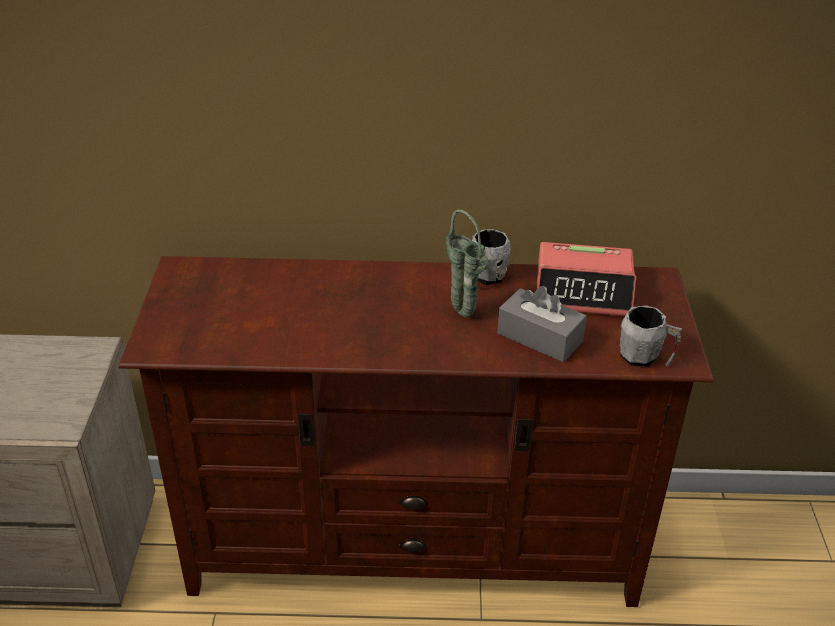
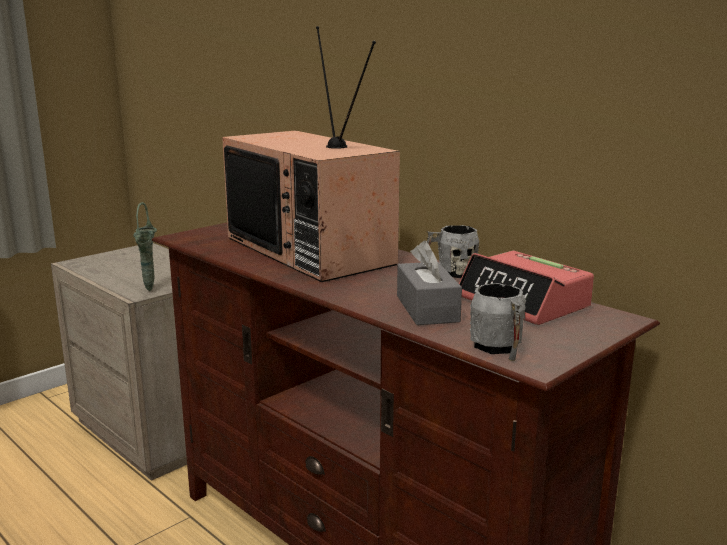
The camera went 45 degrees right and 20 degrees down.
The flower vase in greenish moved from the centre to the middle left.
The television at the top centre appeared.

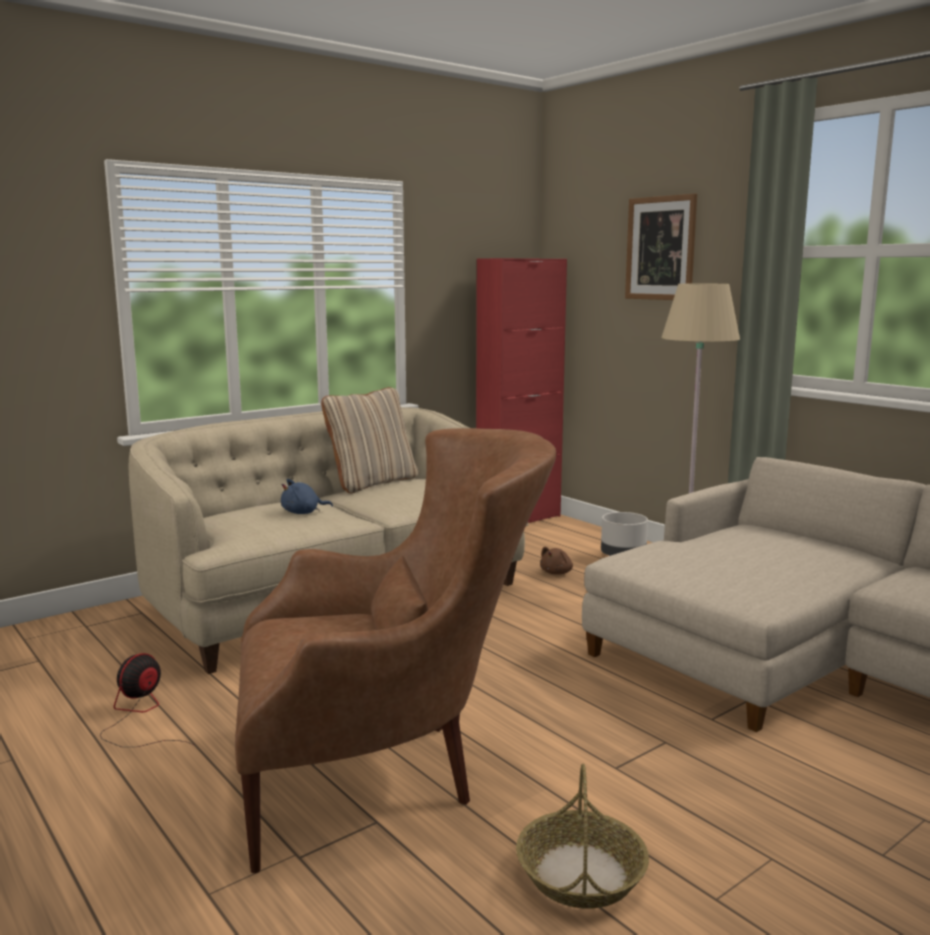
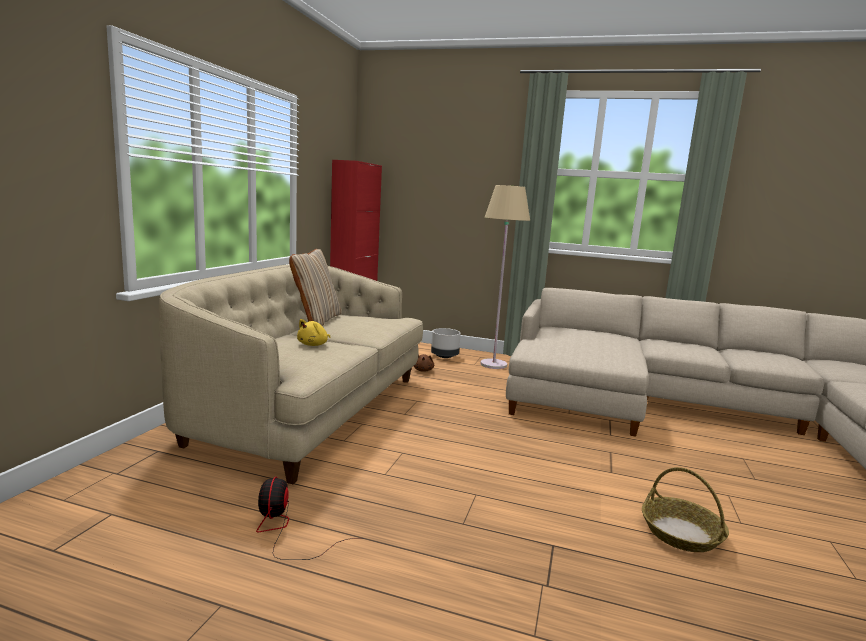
The camera went 35 degrees left and 0 degrees up.
The easy chair in brownish at the bottom centre disappeared.
The plush toy in blue at the middle left became the plush toy in yellow-coloured at the centre.
The picture at the top right disappeared.

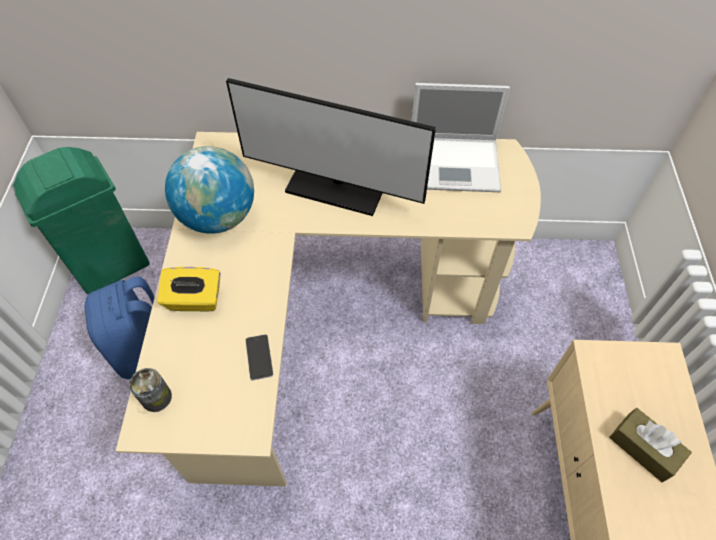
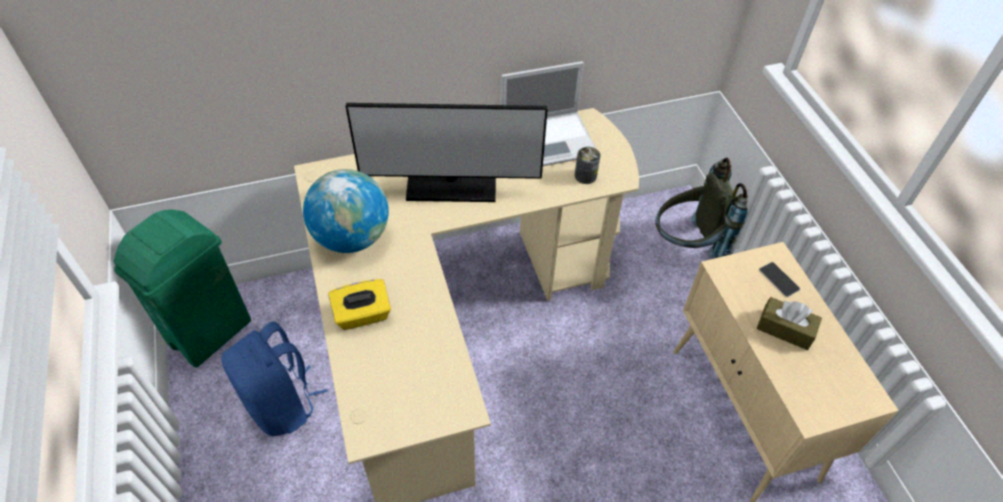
The camera went 20 degrees left and 5 degrees down.
The can moved from the bottom left to the top centre.
The telephone moved from the centre to the middle right.
The knapsack in gray at the middle right appeared.

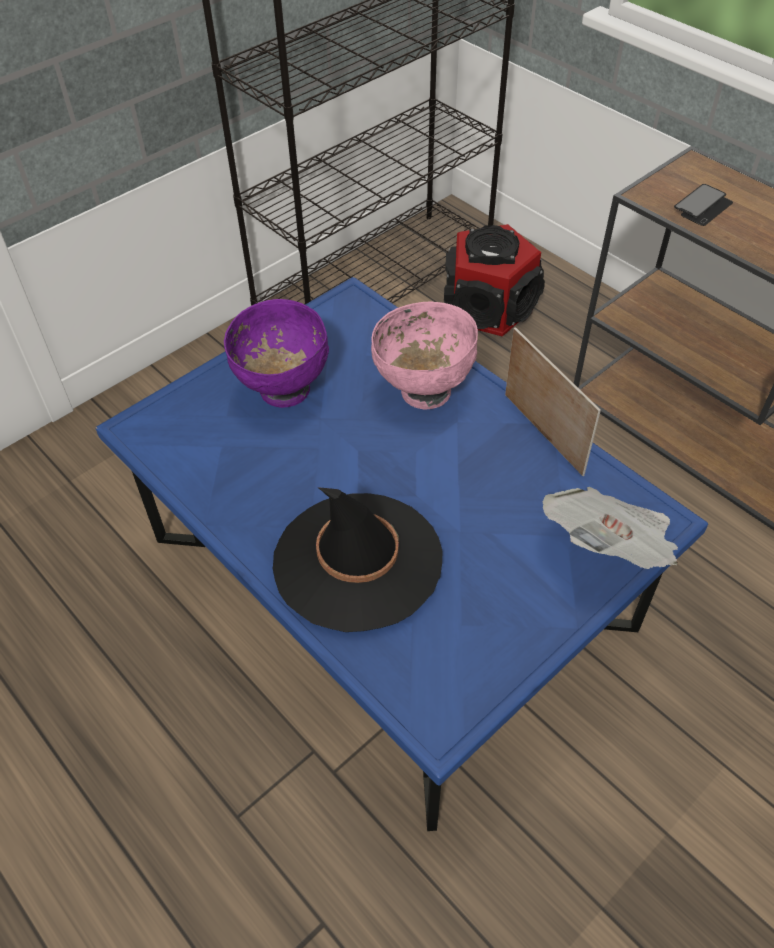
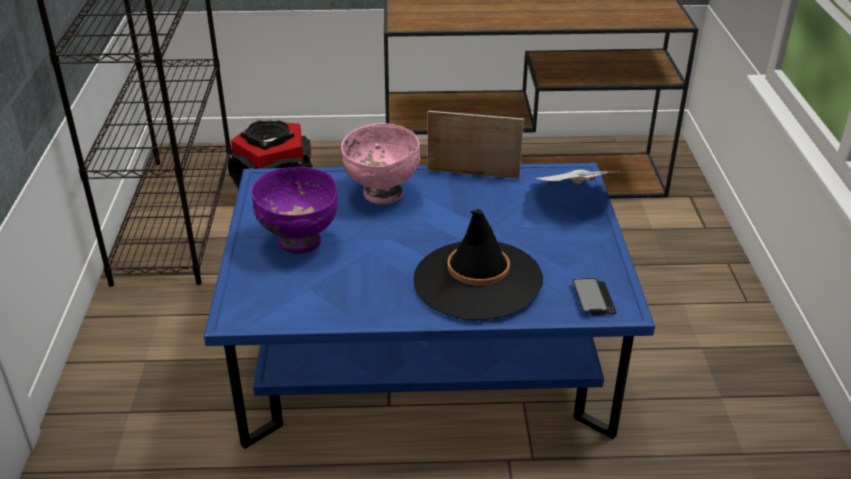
The camera went 50 degrees left and 15 degrees down.
The telephone moved from the top right to the middle right.

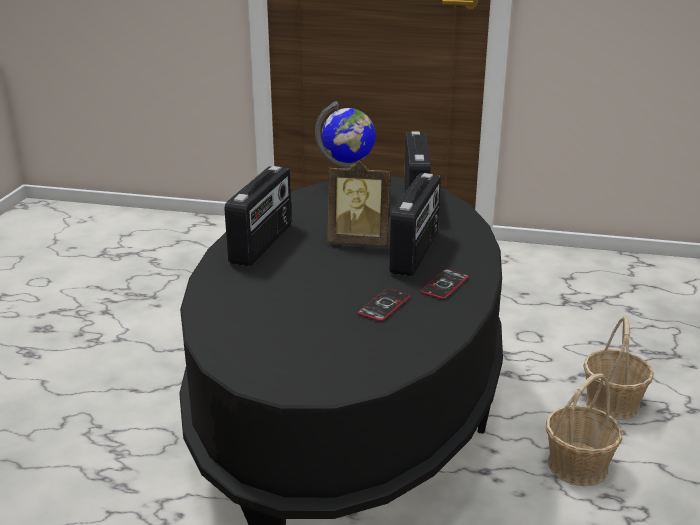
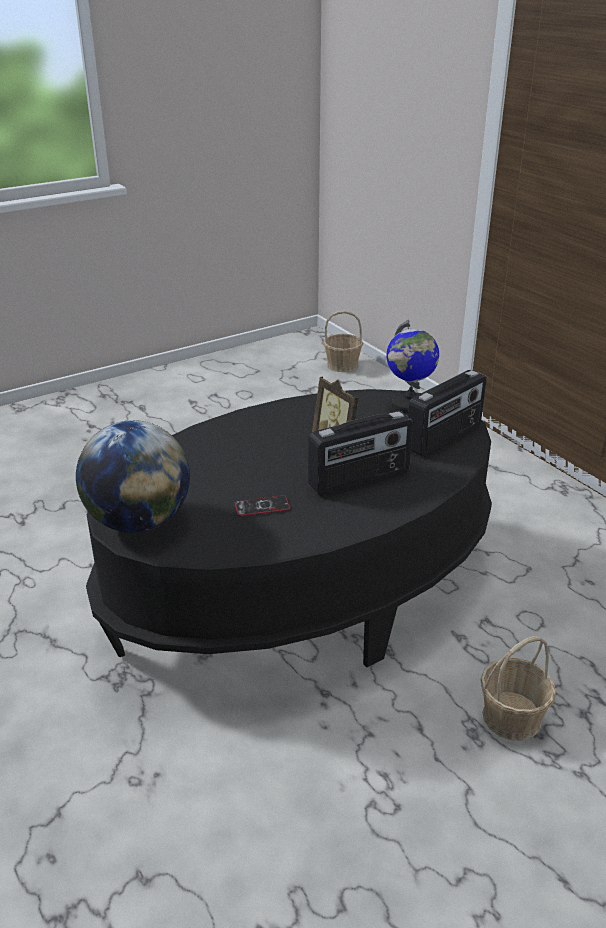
The camera went 45 degrees right and 5 degrees up.
The radio receiver (no. 1 from left) at the centre disappeared.
The telephone (no. 2 from left) at the centre disappeared.
The household basket (no. 1 from left) moved from the bottom right to the centre.
The world globe (no. 1 from left) at the middle left appeared.

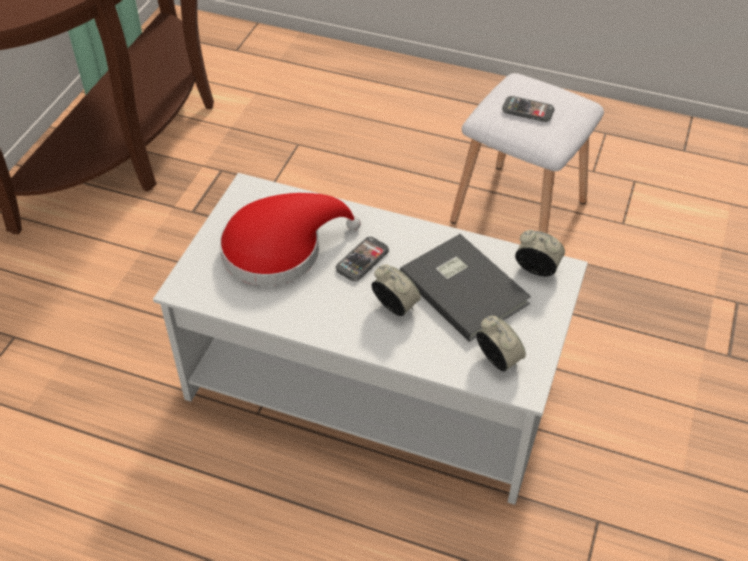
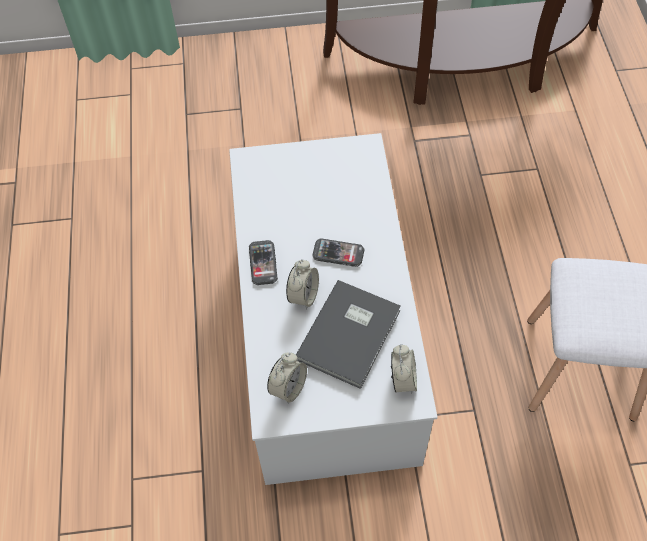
The camera went 65 degrees right and 10 degrees up.
The clothing hat in red at the centre disappeared.
The telephone (no. 2 from left in the first image) moved from the top right to the centre.

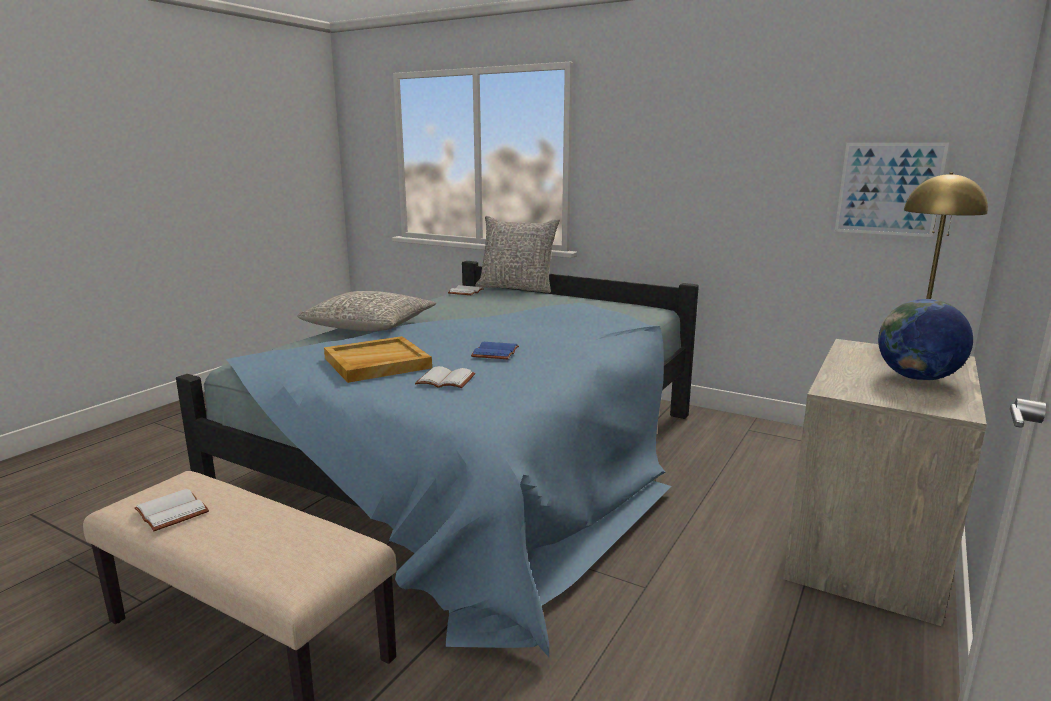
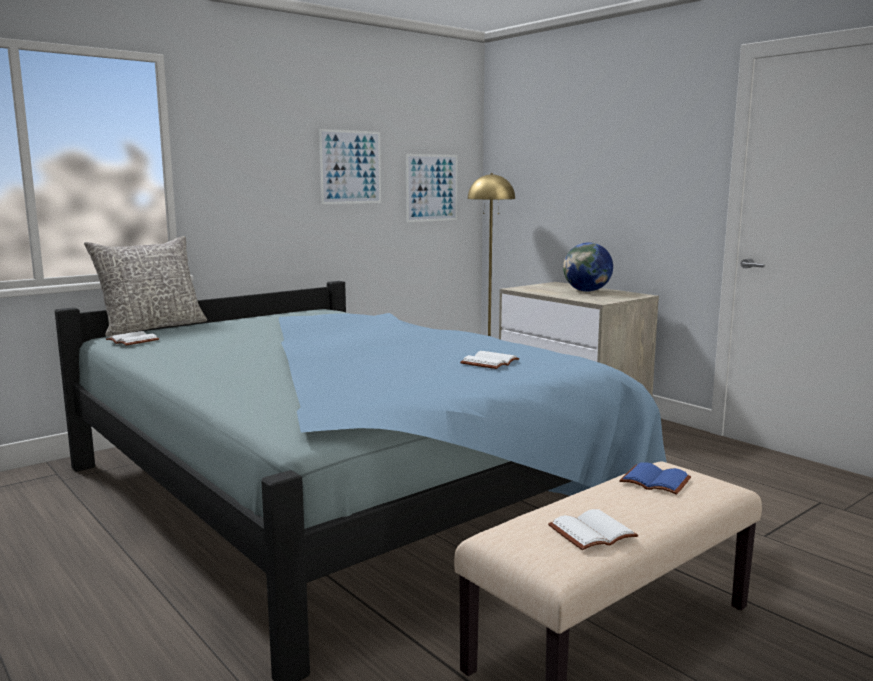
The camera went 70 degrees left and 5 degrees down.
The throw pillow in gray (no. 1 from left) at the centre disappeared.
The tray in beige-coloured at the centre disappeared.
The book in blue moved from the centre to the bottom right.
The picture (no. 1 from left) at the top centre appeared.

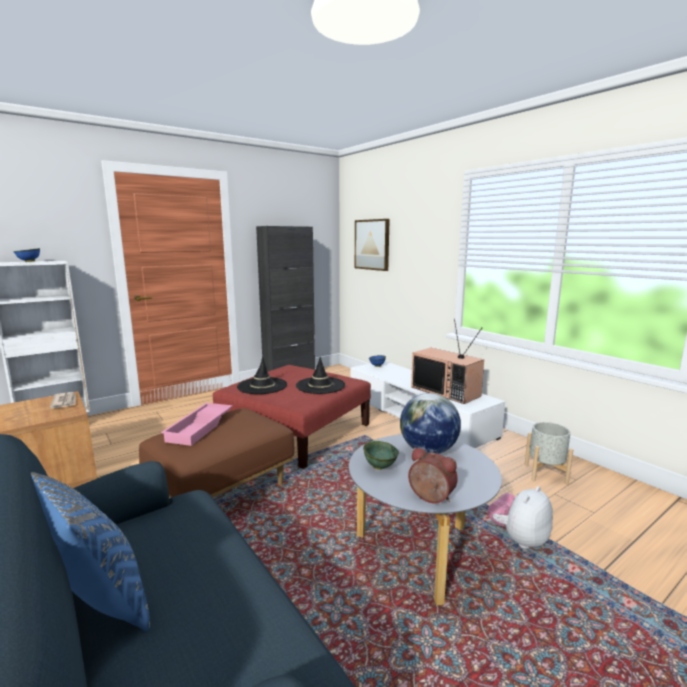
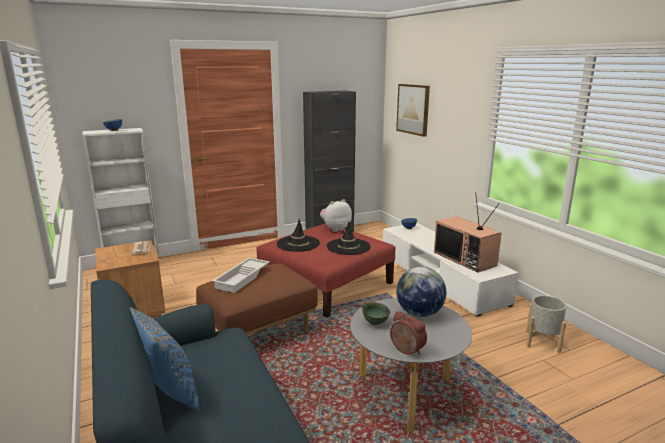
The camera went 10 degrees right and 5 degrees up.
The tray in pink-coloured at the middle left became the tray in whitish at the centre.
The plush toy moved from the bottom right to the centre.

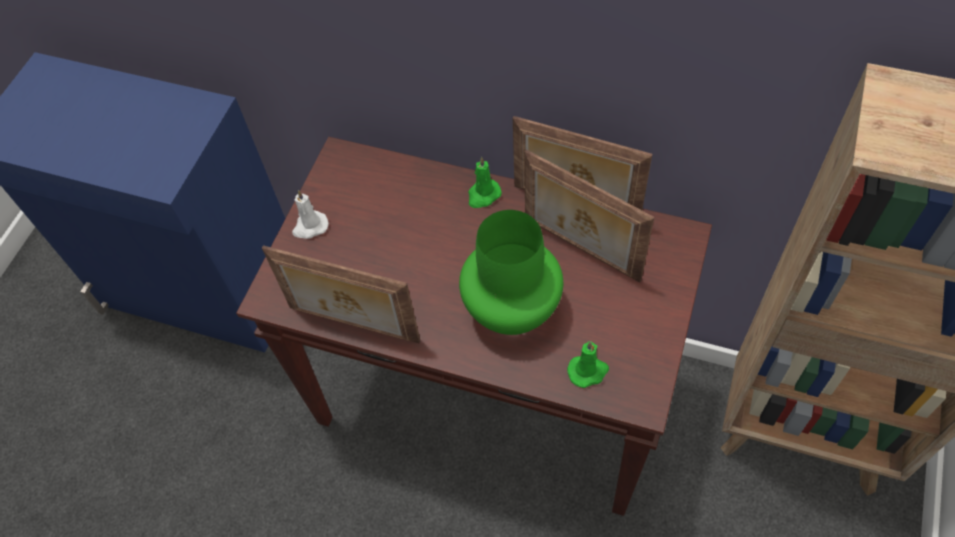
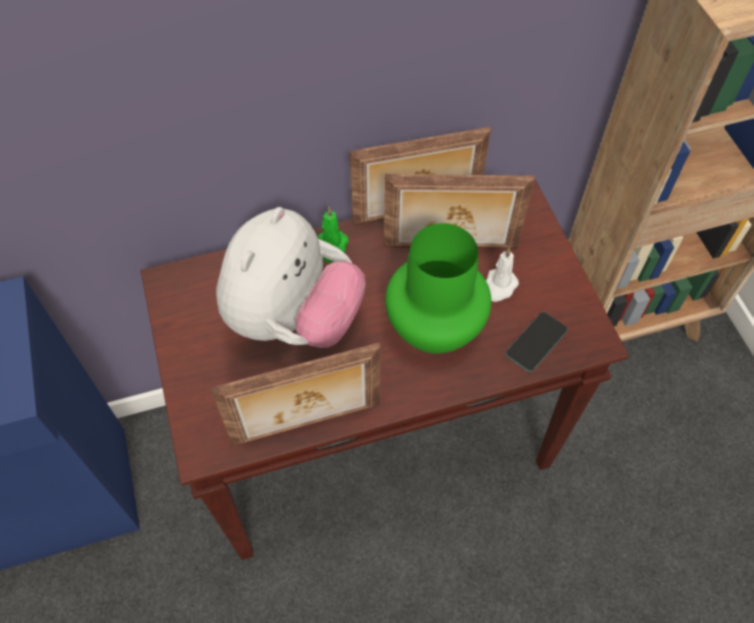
The camera went 40 degrees left and 0 degrees up.
The candle in whitish moved from the middle left to the centre.
The candle in greenish (no. 2 from left) at the bottom centre was replaced by the telephone at the middle right.
The plush toy at the centre appeared.

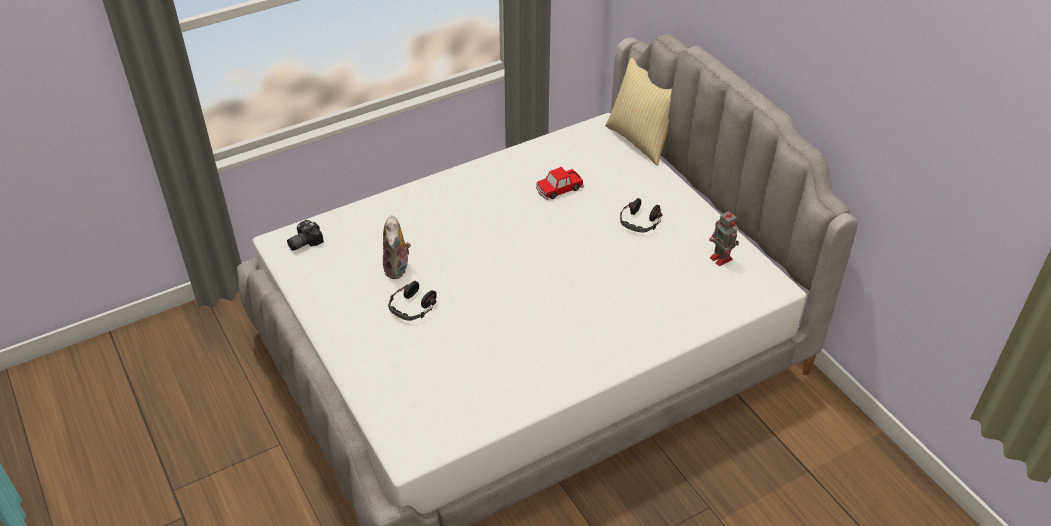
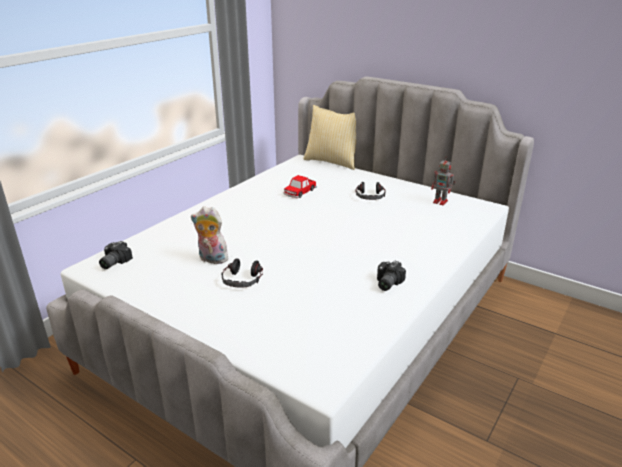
The camera went 25 degrees left and 15 degrees down.
The plush toy at the centre turned 135 degrees clockwise.
The photo camera (no. 2 from left) at the centre appeared.

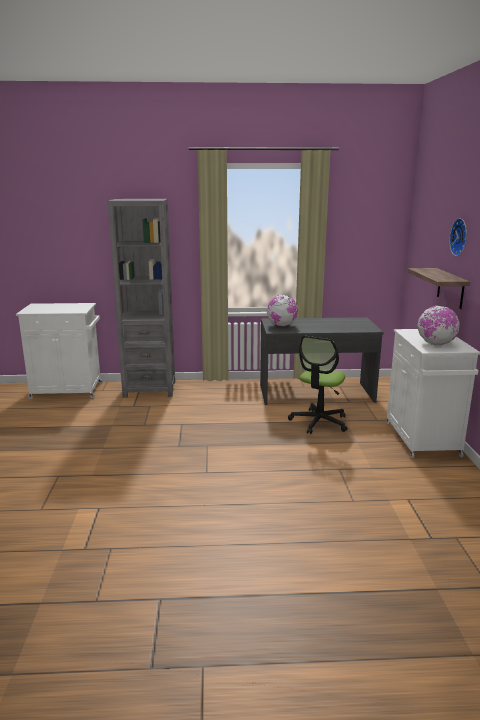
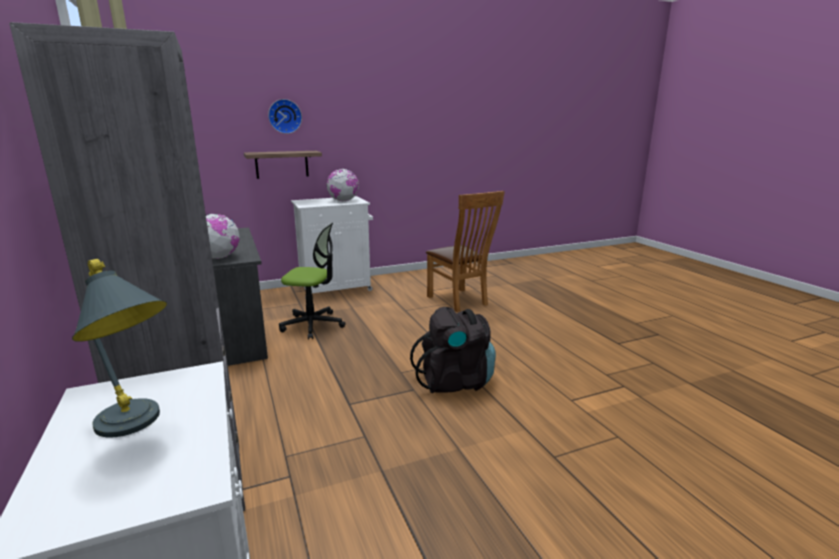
The camera went 110 degrees left and 0 degrees up.
The tabletop lamp in gray at the middle left appeared.
The knapsack in black at the centre appeared.
The upright chair in brownish at the centre appeared.

